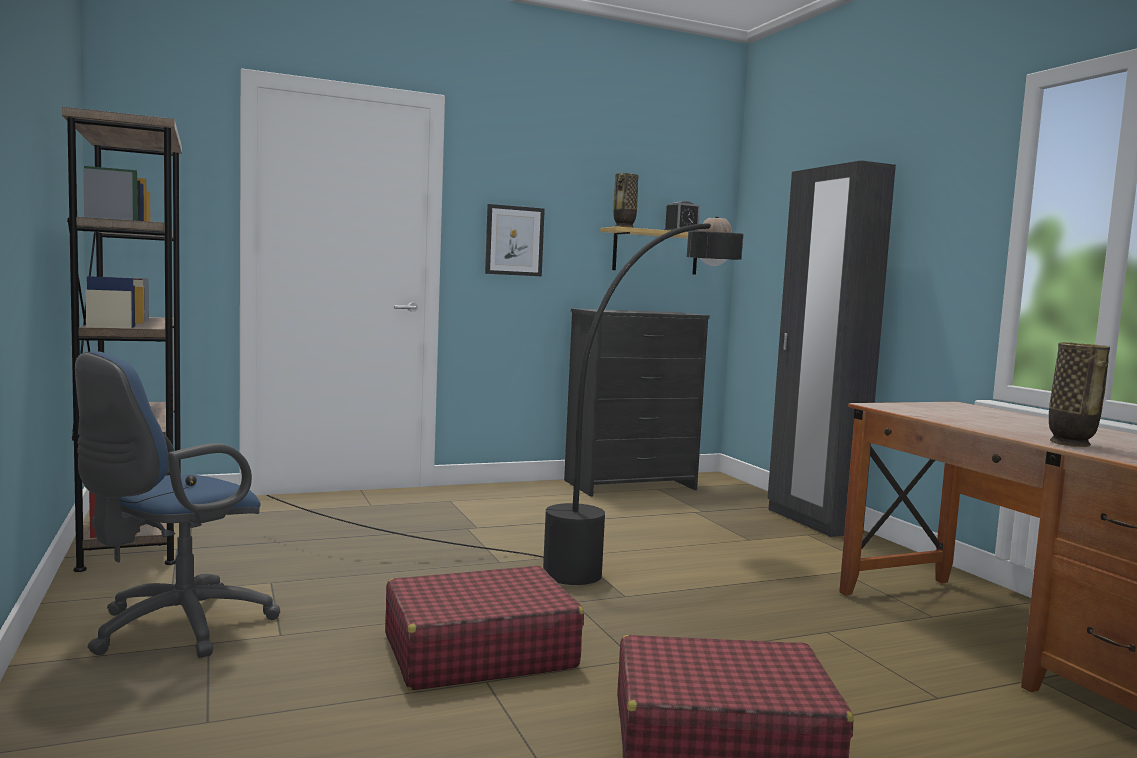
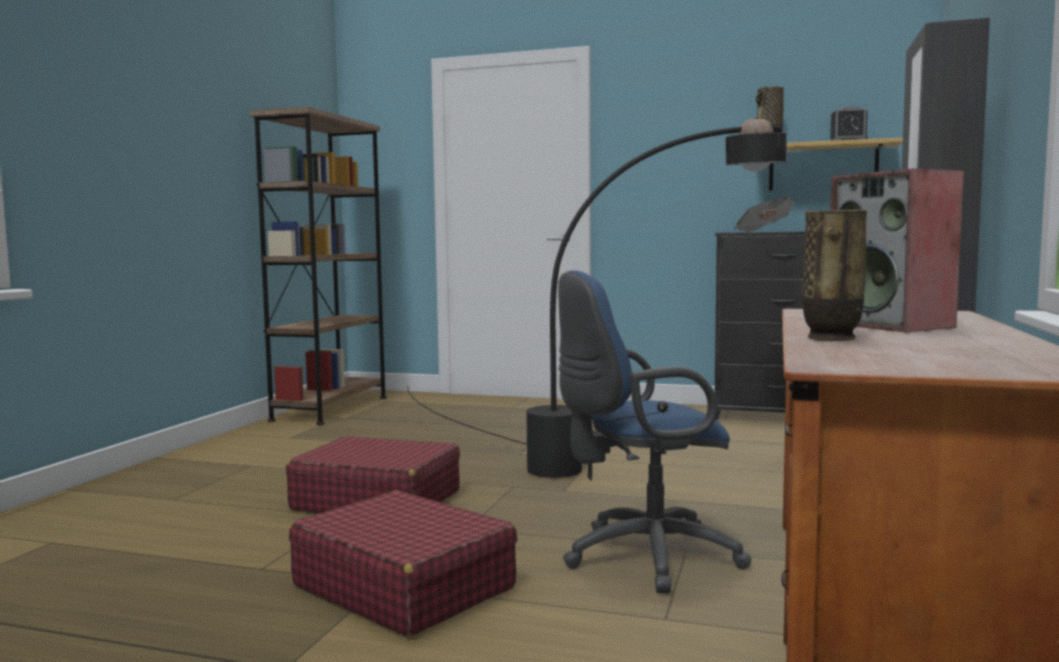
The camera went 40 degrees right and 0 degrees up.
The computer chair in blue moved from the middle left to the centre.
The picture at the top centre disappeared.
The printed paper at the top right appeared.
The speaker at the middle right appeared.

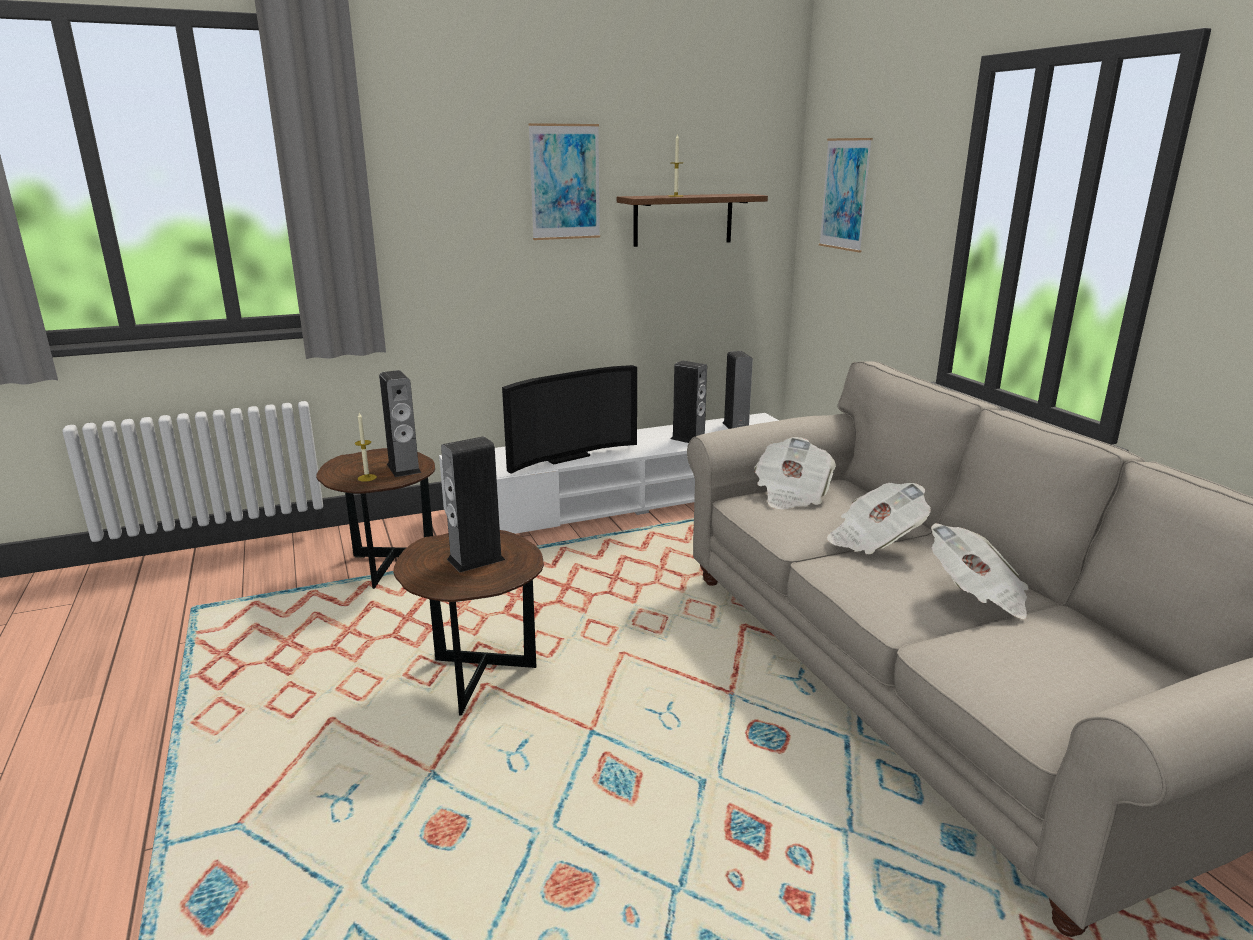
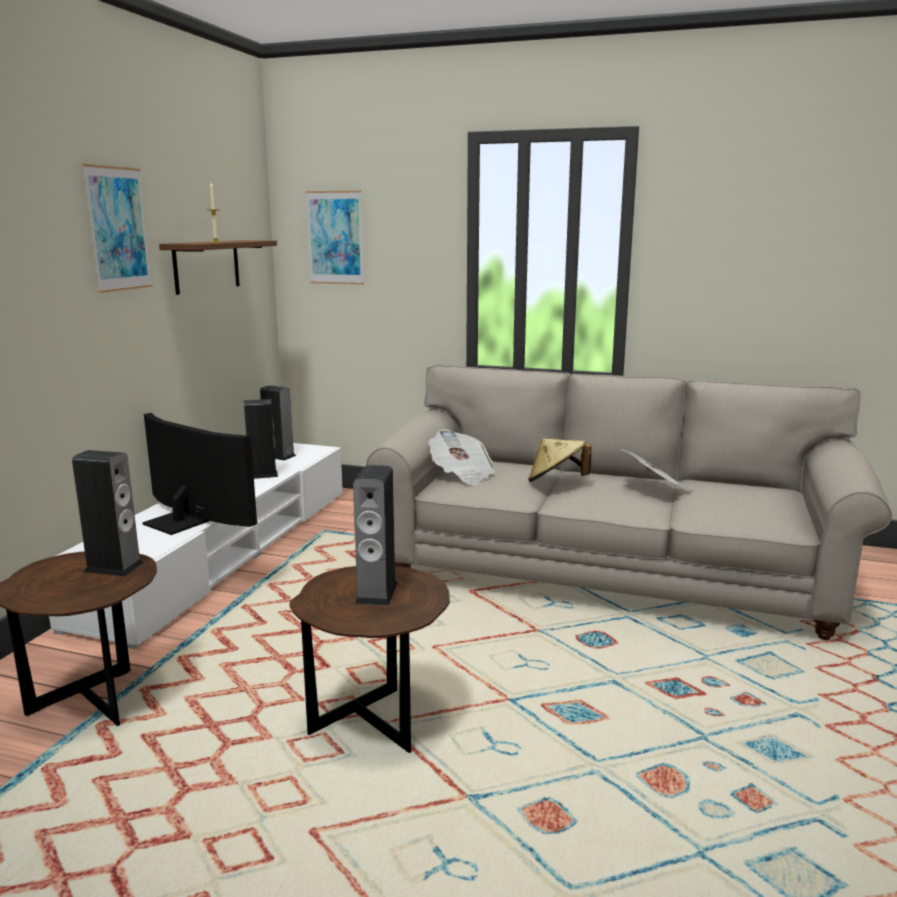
The camera went 50 degrees left and 5 degrees down.
The candle (no. 1 from left) at the middle left disappeared.
The television at the centre turned 60 degrees counterclockwise.
The printed paper (no. 2 from left) at the middle right was replaced by the clothing hat in beige-coloured at the centre.

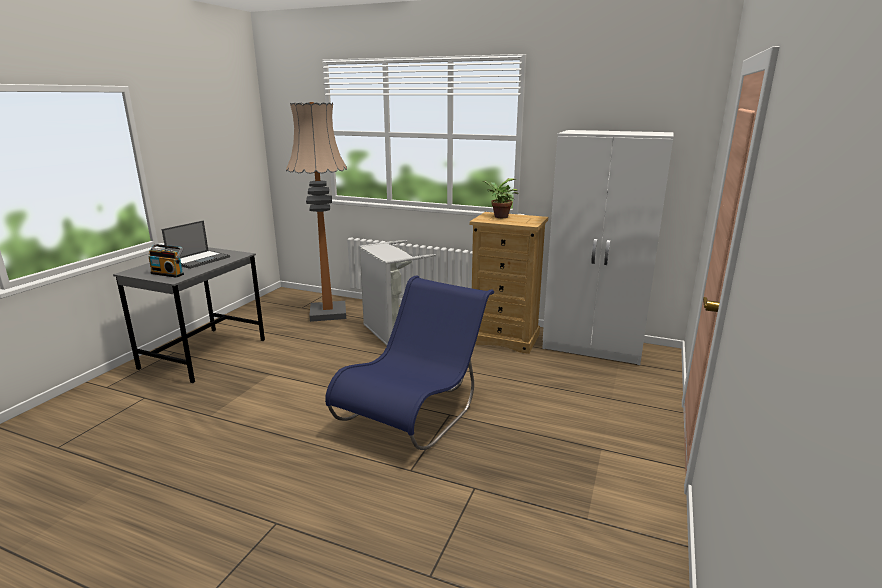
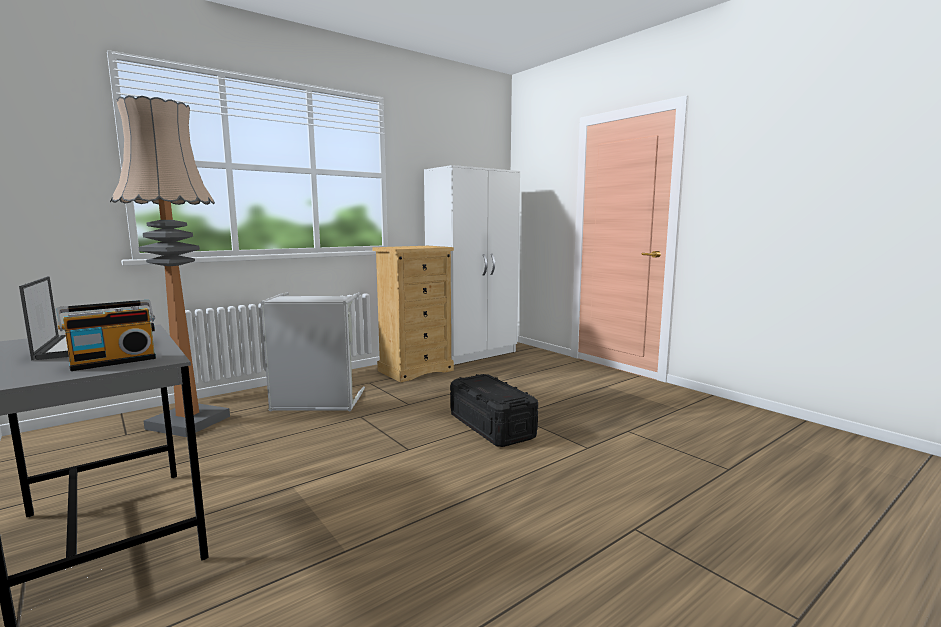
The camera went 60 degrees left and 10 degrees down.
The upright chair in blue at the centre was replaced by the storage container in black at the centre.
The houseplant at the centre disappeared.

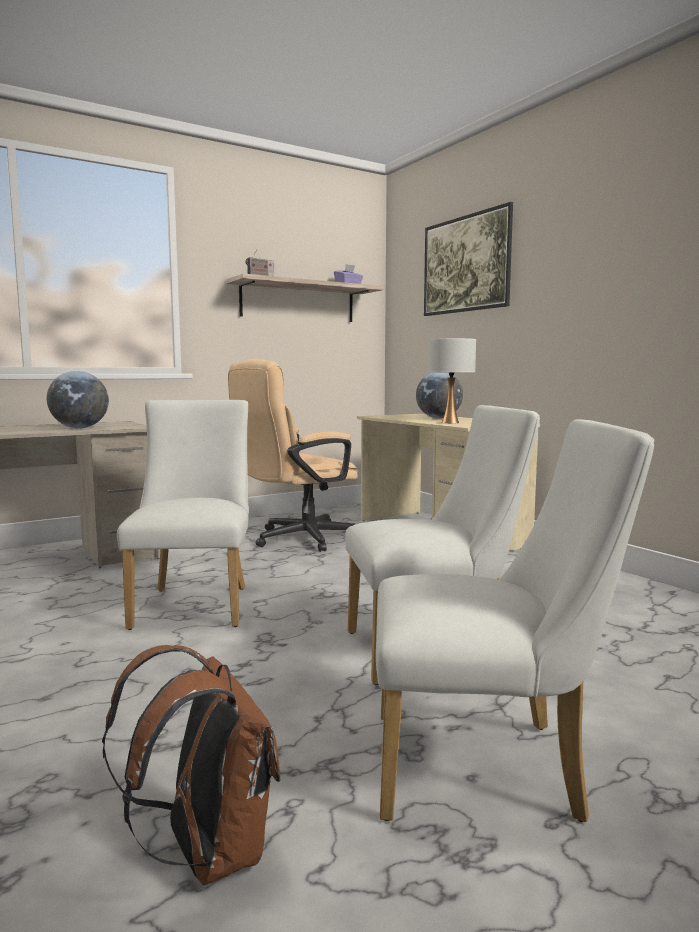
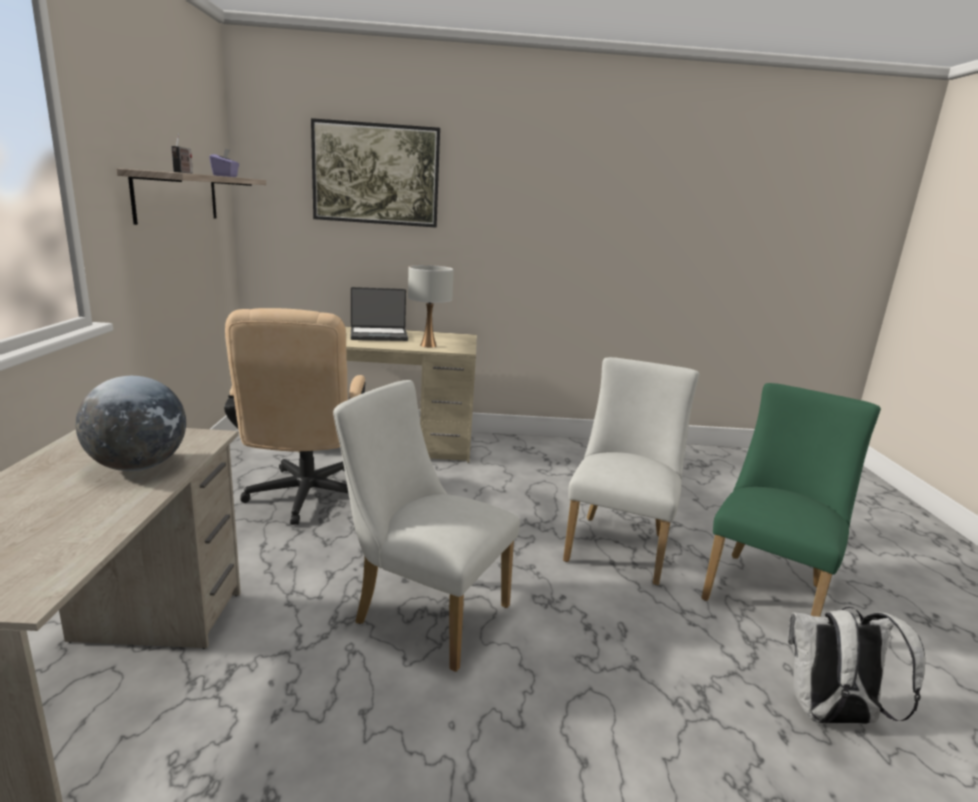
The camera went 60 degrees left and 10 degrees up.
The knapsack in brownish at the bottom left became the knapsack in whitish at the bottom right.
The upright chair in whitish (no. 3 from left) at the middle right became the upright chair in greenish at the middle right.
The world globe (no. 2 from left) at the centre was replaced by the portable computer at the centre.

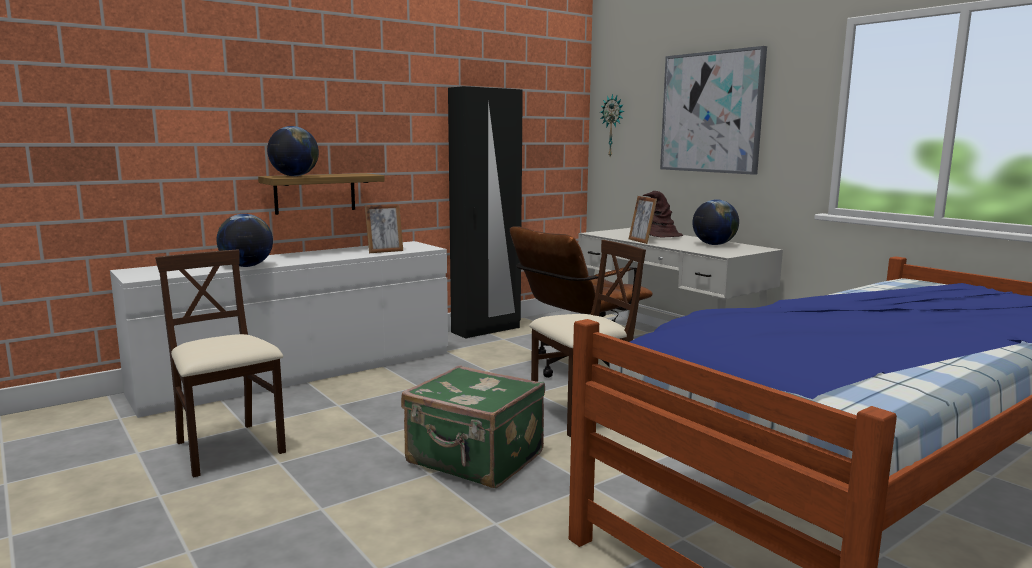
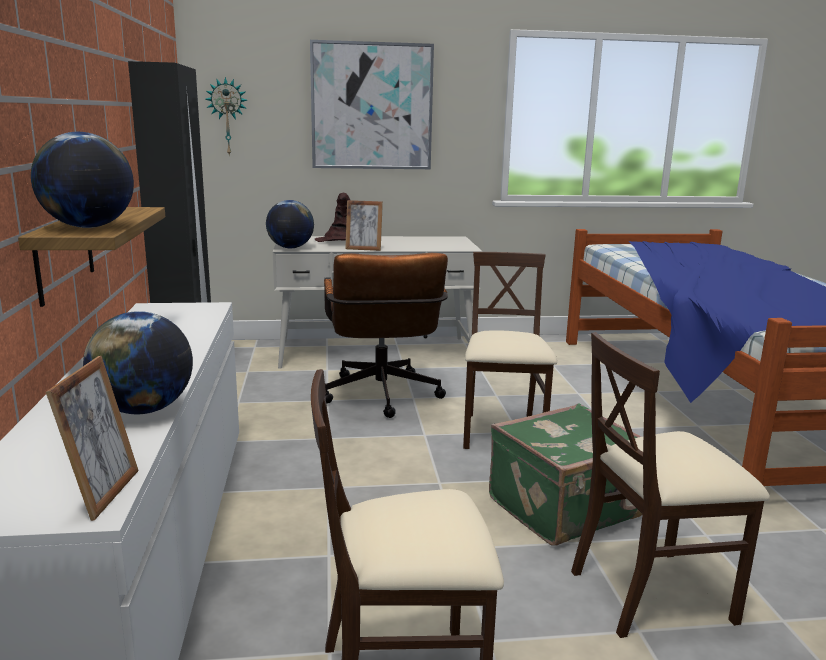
The camera went 60 degrees left and 5 degrees up.
The standing frame (no. 1 from left) moved from the centre to the middle left.
The world globe (no. 3 from left) moved from the middle right to the centre.
The upright chair in beige-coloured (no. 3 from left) at the bottom right appeared.

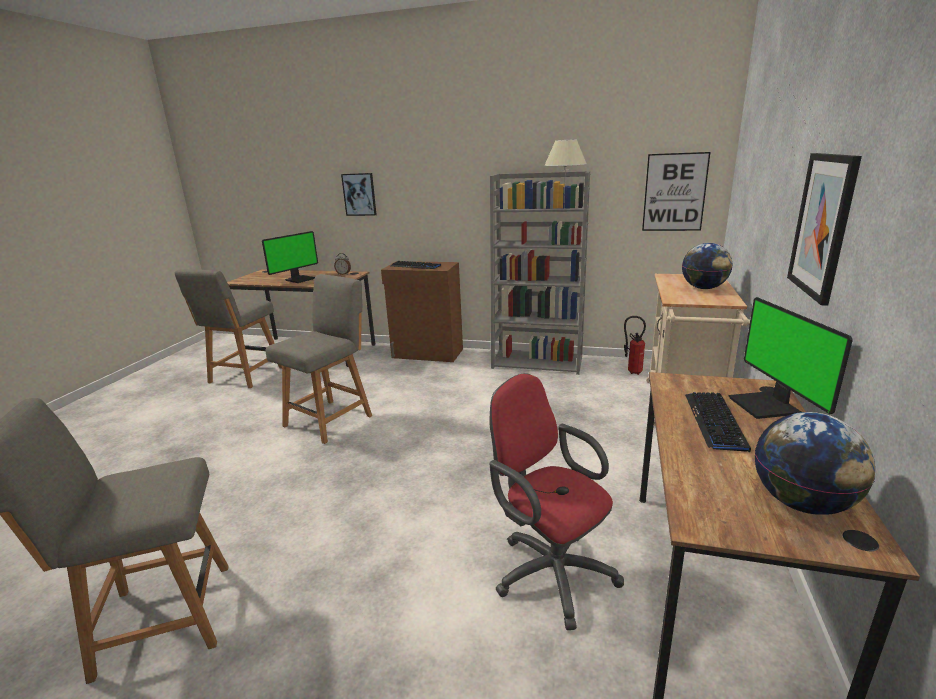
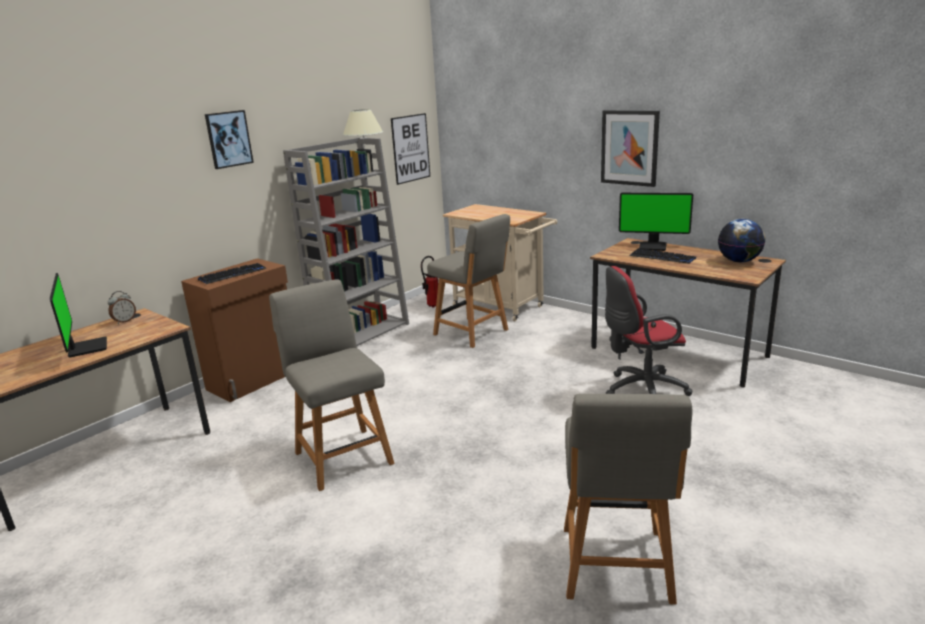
The camera went 65 degrees left and 0 degrees up.
The upright chair in gray (no. 2 from left) moved from the middle left to the centre.
The picture (no. 1 from left) moved from the top centre to the top left.
The world globe (no. 1 from left) at the middle right disappeared.

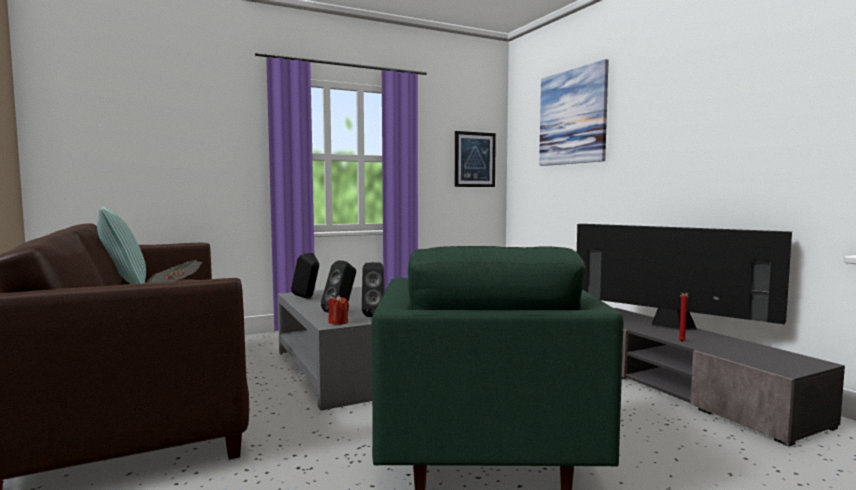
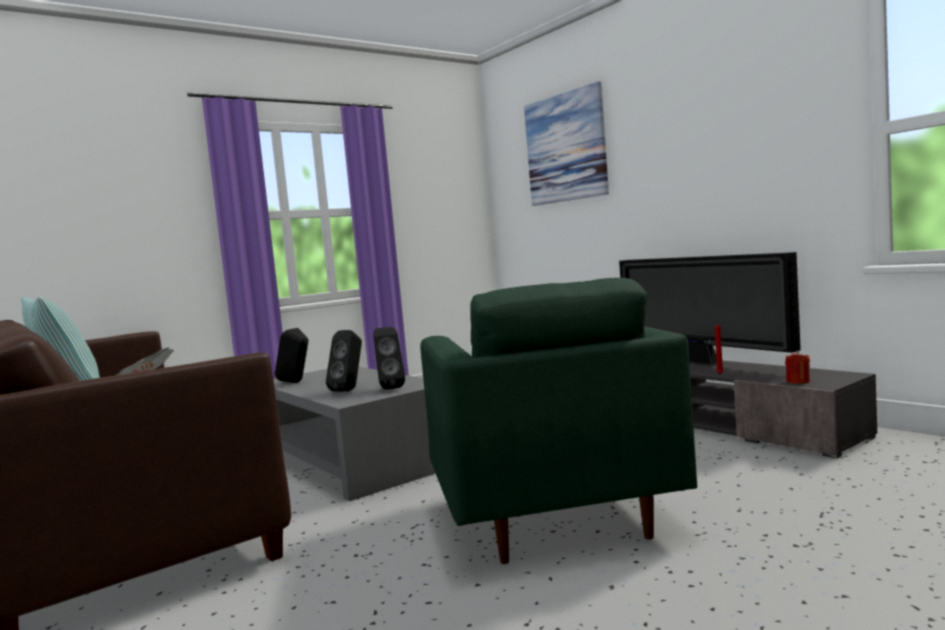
The camera went 10 degrees left and 0 degrees up.
The candle in red (no. 1 from left in the first image) moved from the centre to the middle right.
The picture (no. 1 from left) at the top centre disappeared.
The television at the middle right turned 150 degrees counterclockwise.

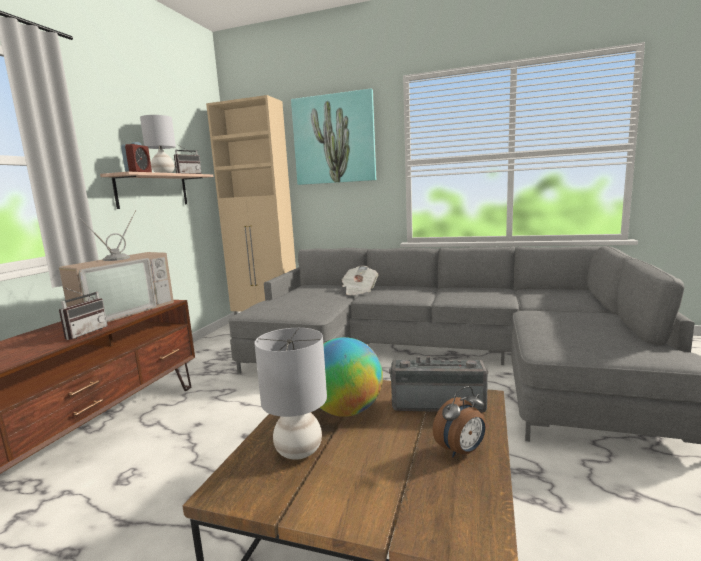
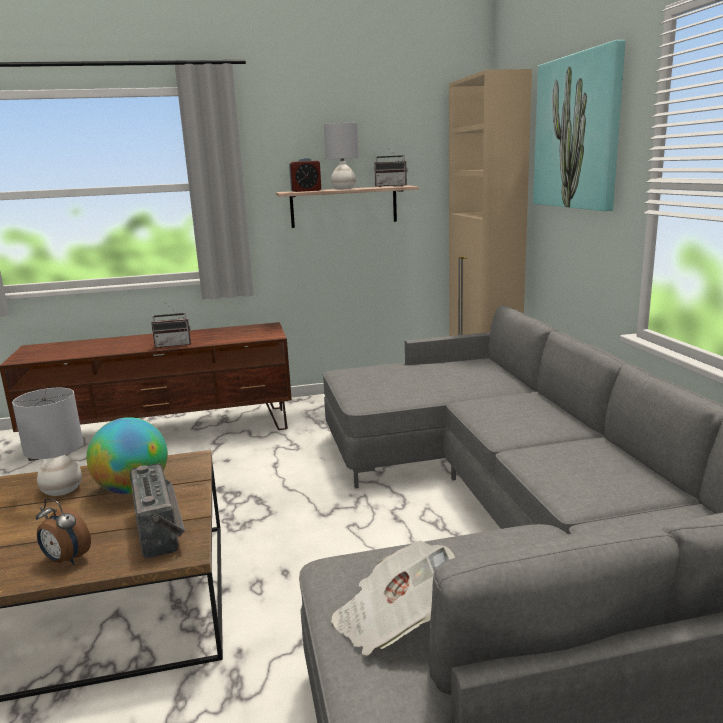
The camera went 60 degrees right and 5 degrees up.
The television at the middle left disappeared.
The printed paper moved from the centre to the bottom centre.

